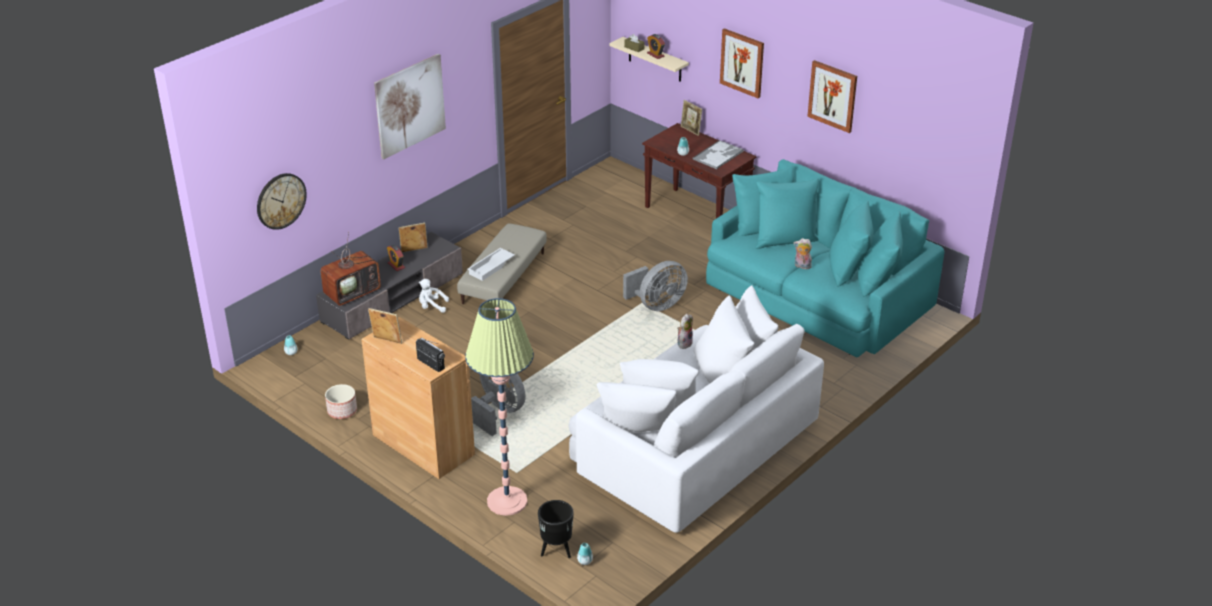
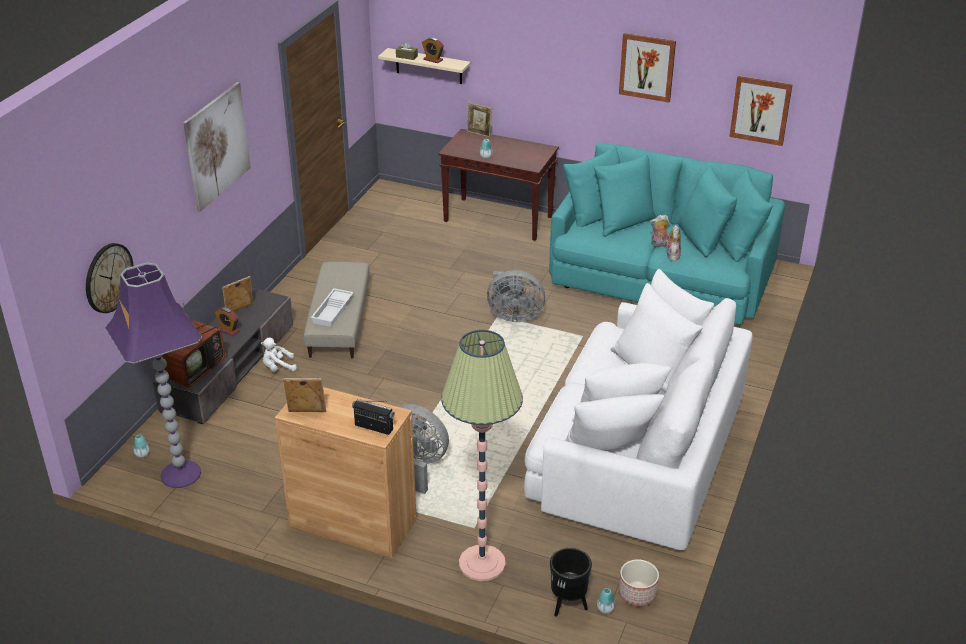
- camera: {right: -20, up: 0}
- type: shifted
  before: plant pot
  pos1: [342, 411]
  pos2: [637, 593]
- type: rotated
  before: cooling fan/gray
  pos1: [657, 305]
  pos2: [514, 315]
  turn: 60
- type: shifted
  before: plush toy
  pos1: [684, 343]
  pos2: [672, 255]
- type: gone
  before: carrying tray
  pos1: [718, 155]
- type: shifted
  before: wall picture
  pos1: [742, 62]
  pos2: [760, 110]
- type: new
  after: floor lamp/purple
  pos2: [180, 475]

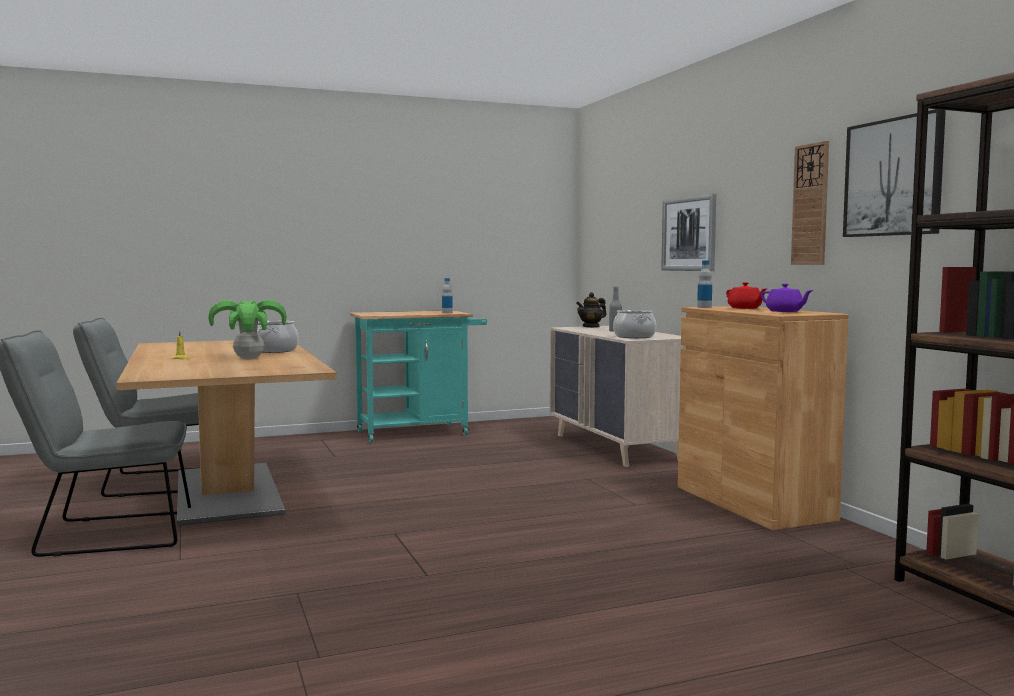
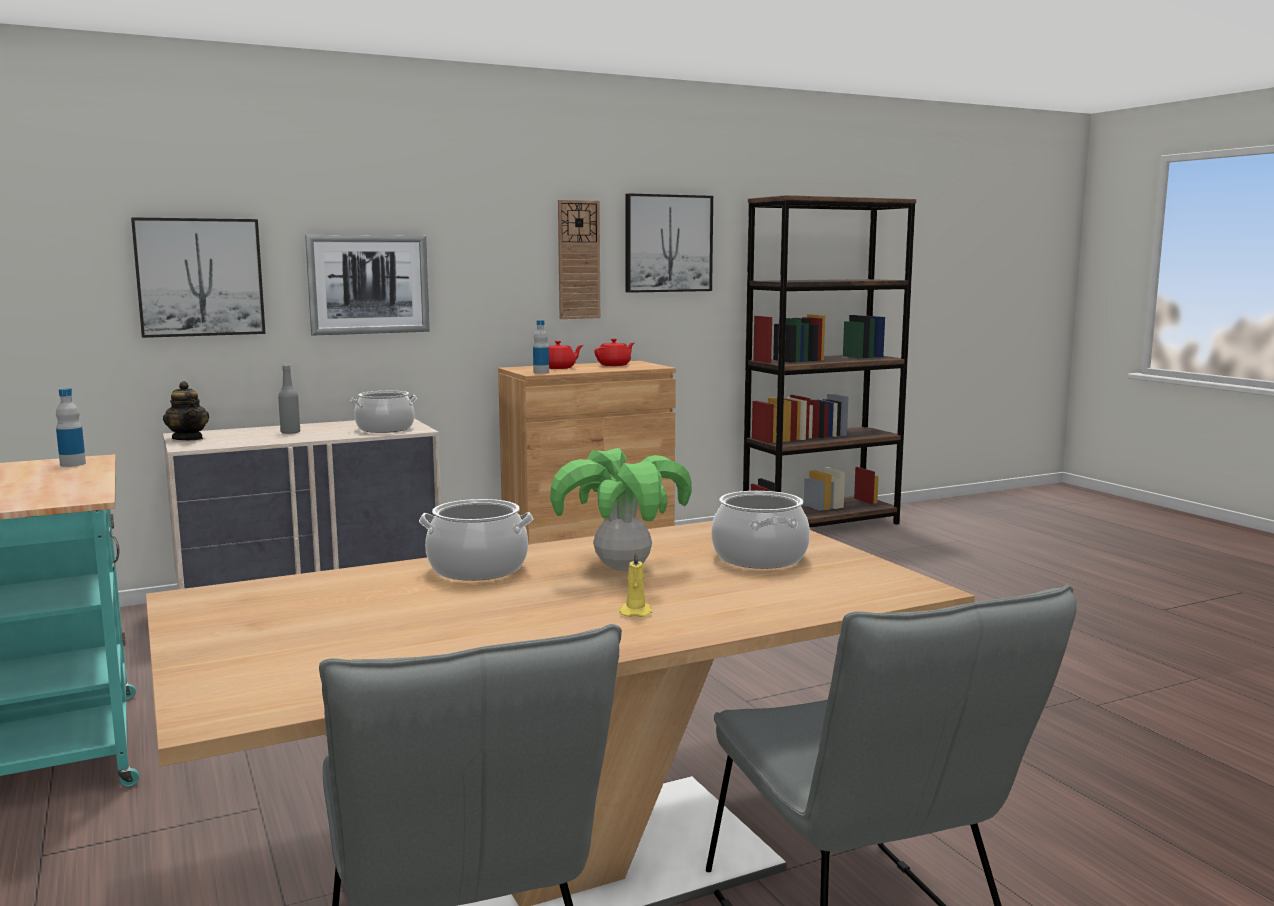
- camera: {right: -95, up: 5}
- type: repainted
  before: tea pot/purple
  after: tea pot/reddish
  pos1: [785, 311]
  pos2: [614, 365]
- type: new
  after: wall picture
  pos2: [200, 277]
- type: new
  after: cooking pot
  pos2: [760, 558]

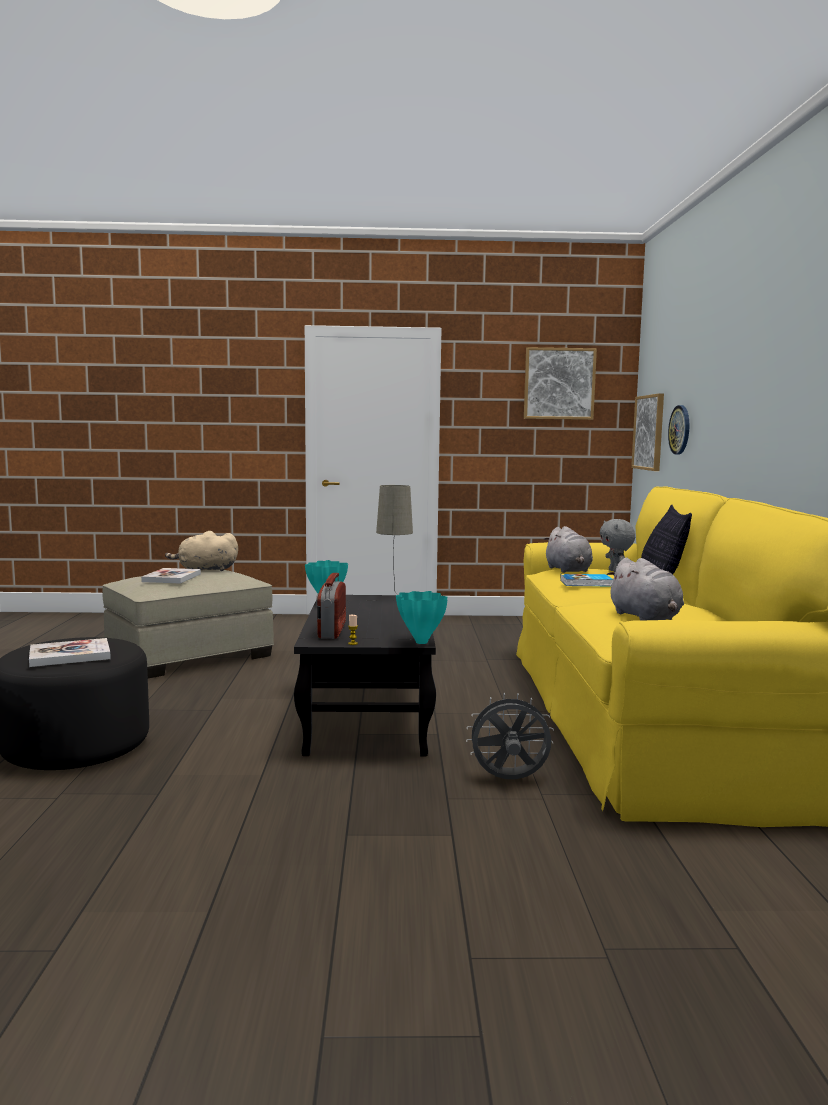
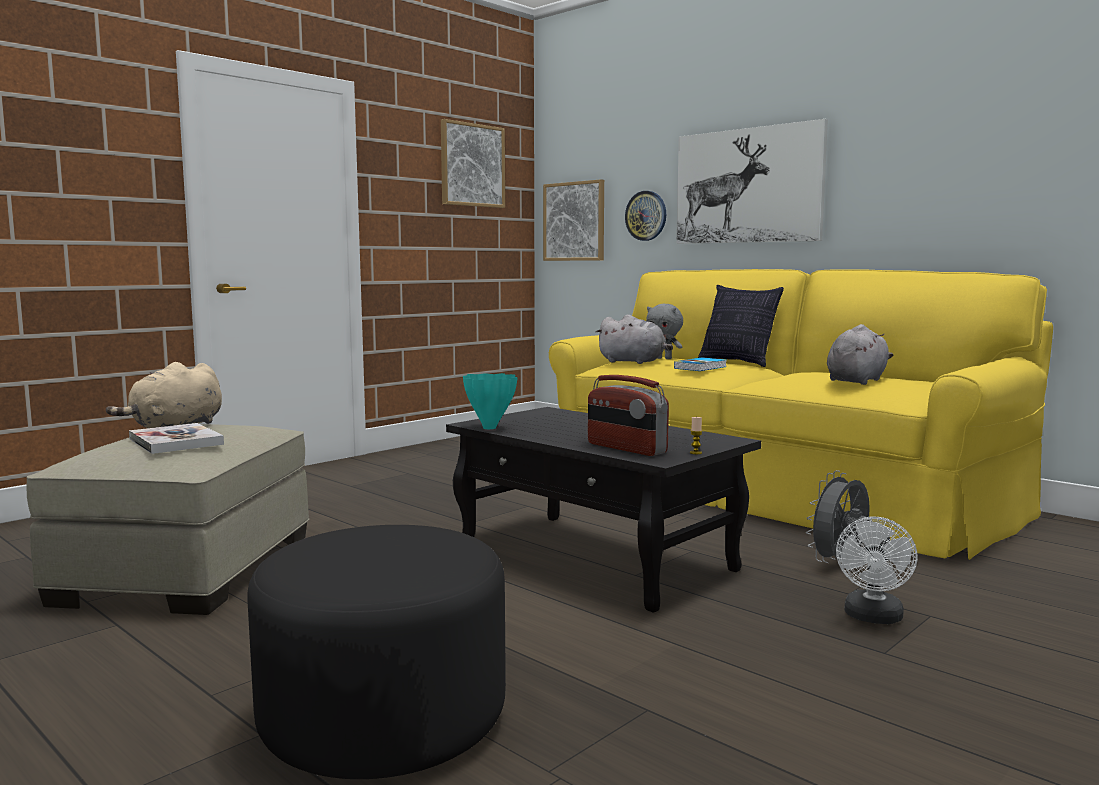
- camera: {right: -45, up: 0}
- type: gone
  before: bound book
  pos1: [70, 655]
- type: gone
  before: lamp for a table/beige-coloured
  pos1: [393, 598]
- type: gone
  before: vase/blue-green
  pos1: [420, 642]
- type: rotated
  before: plush toy/gray
  pos1: [646, 618]
  pos2: [857, 381]
  turn: -75
- type: new
  after: wall picture
  pos2: [748, 186]
- type: new
  after: cooling fan/white
  pos2: [873, 618]

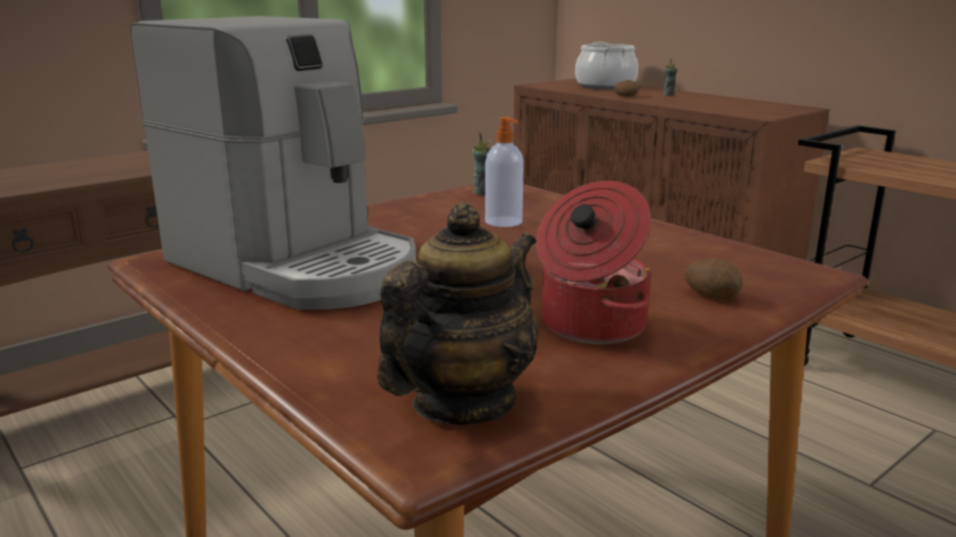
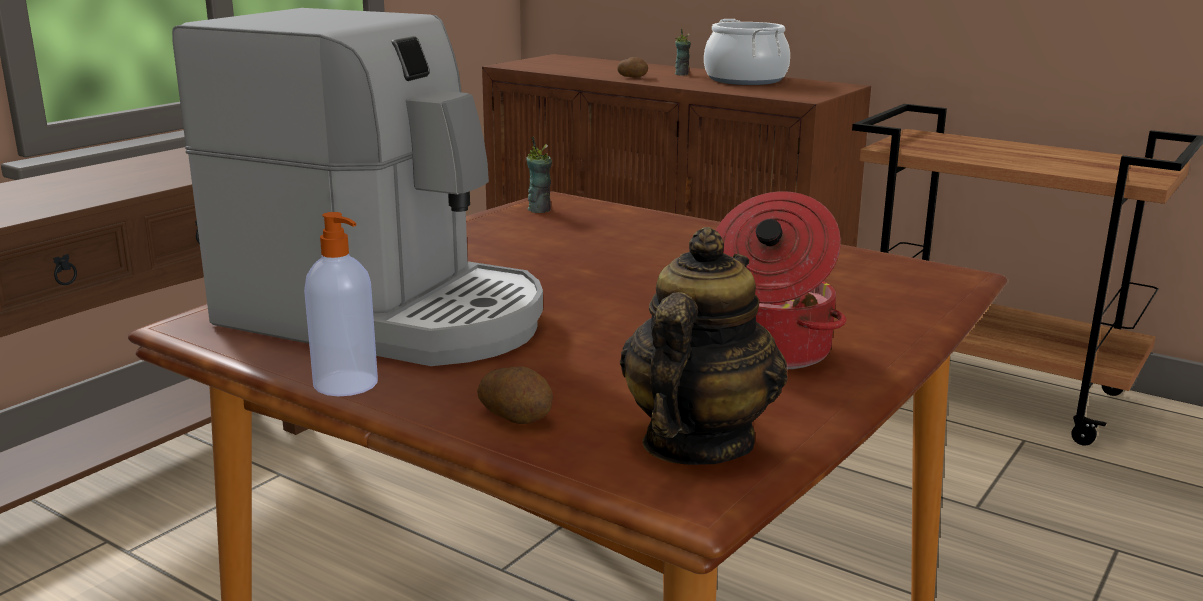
- camera: {right: -15, up: 0}
- type: shifted
  before: soap bottle
  pos1: [504, 222]
  pos2: [347, 384]
- type: shifted
  before: cooking pot
  pos1: [605, 86]
  pos2: [745, 80]
- type: shifted
  before: potato
  pos1: [713, 294]
  pos2: [517, 416]

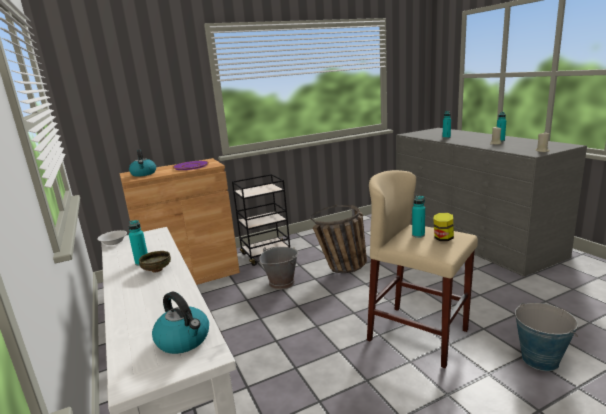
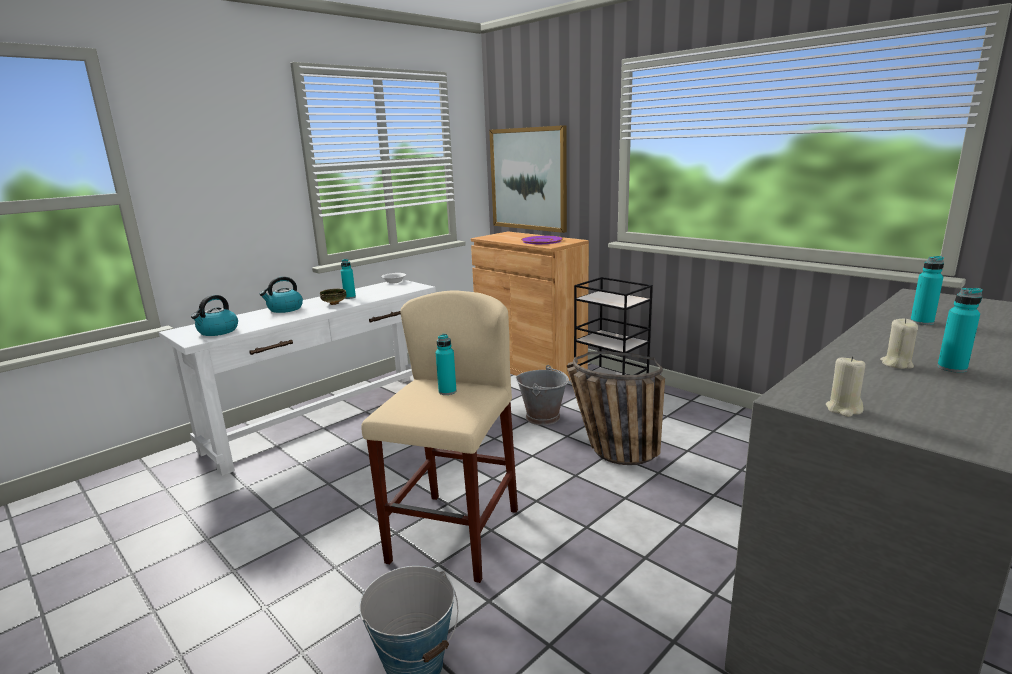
- camera: {right: 70, up: 0}
- type: shifted
  before: water kettle
  pos1: [144, 174]
  pos2: [285, 309]
- type: gone
  before: storage jar
  pos1: [443, 238]
- type: new
  after: wall picture
  pos2: [528, 179]

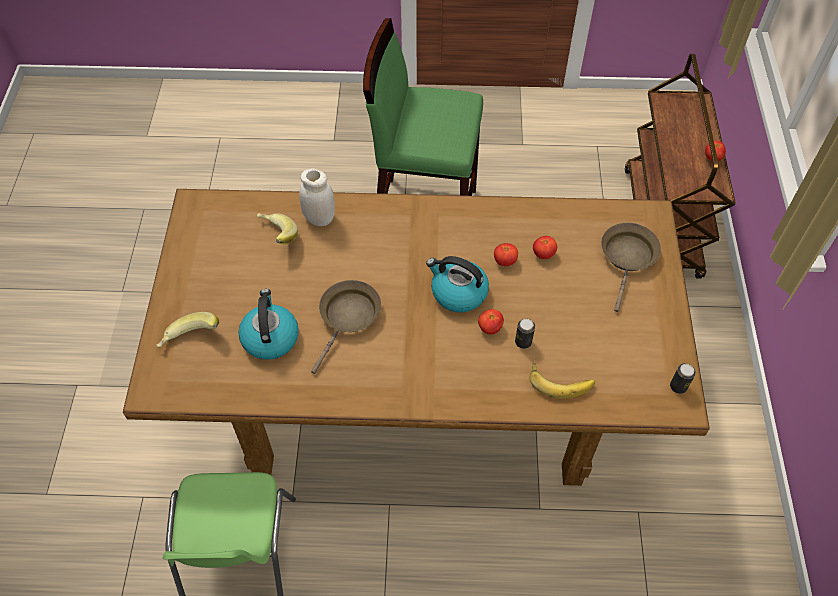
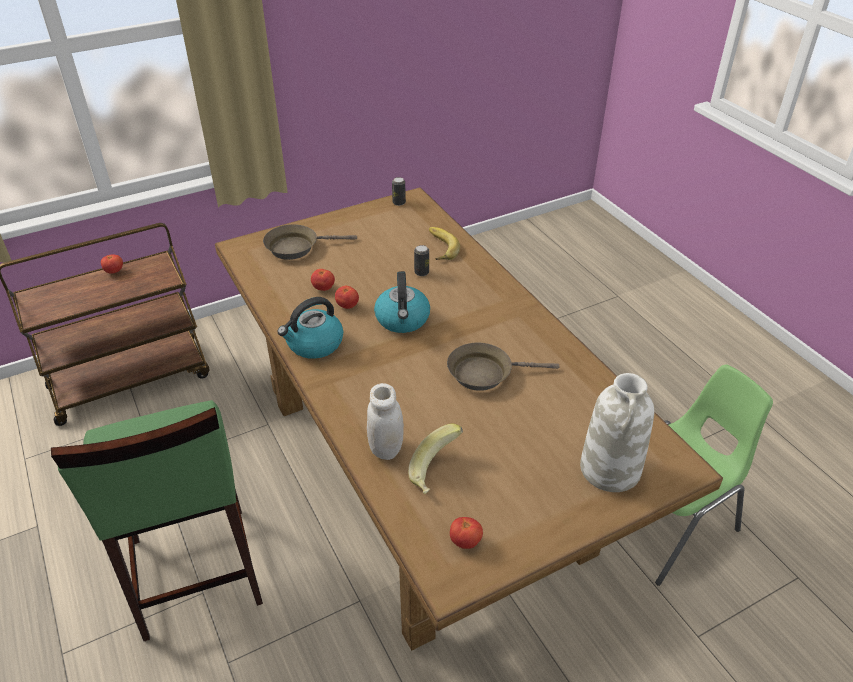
- camera: {right: -120, up: -15}
- type: swapped
  before: whole banana
  after: vase/white
  pos1: [191, 341]
  pos2: [611, 470]
- type: shifted
  before: water kettle
  pos1: [270, 337]
  pos2: [314, 344]
- type: shifted
  before: fresh tomato
  pos1: [490, 328]
  pos2: [465, 541]

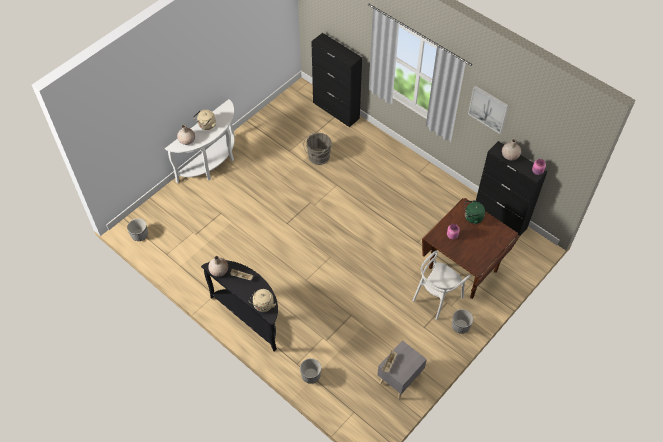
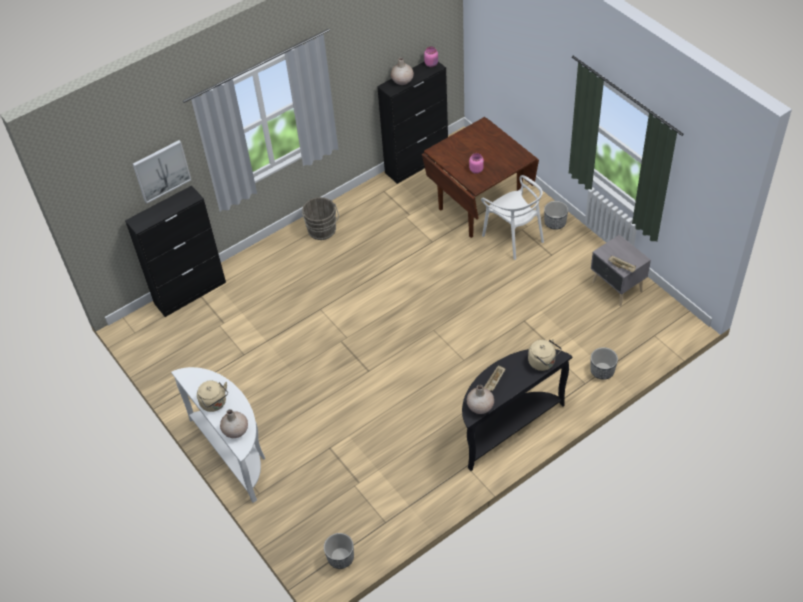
- camera: {right: -75, up: -5}
- type: shifted
  before: bucket/gray
  pos1: [317, 157]
  pos2: [322, 231]
- type: gone
  before: water kettle/green-coloured
  pos1: [472, 217]
- type: shifted
  before: wall picture
  pos1: [488, 109]
  pos2: [161, 171]

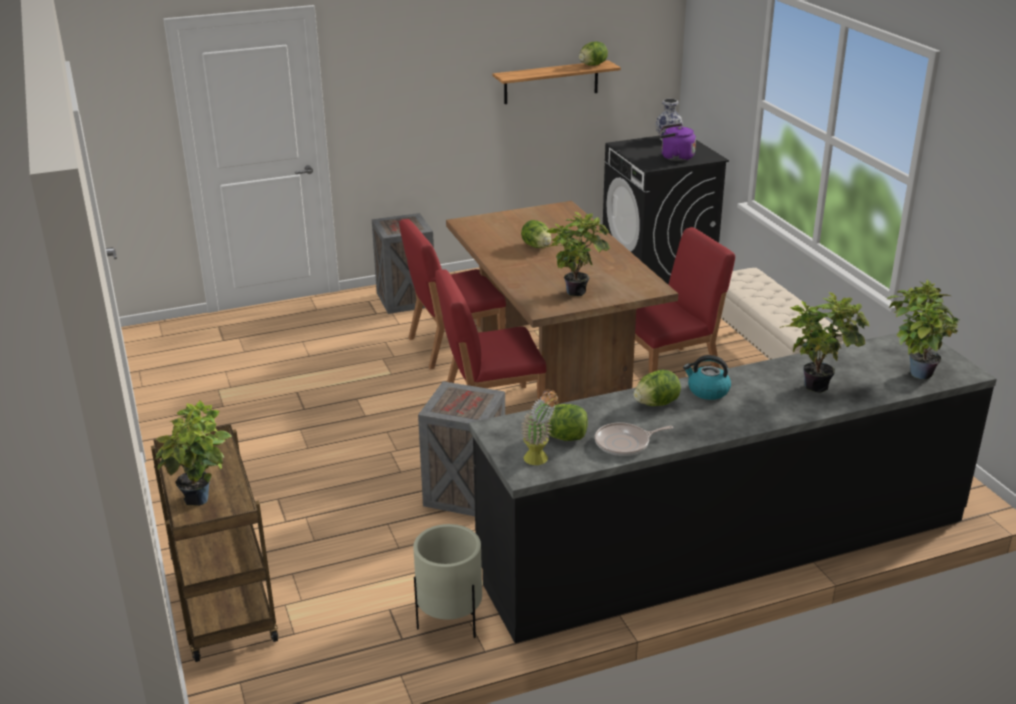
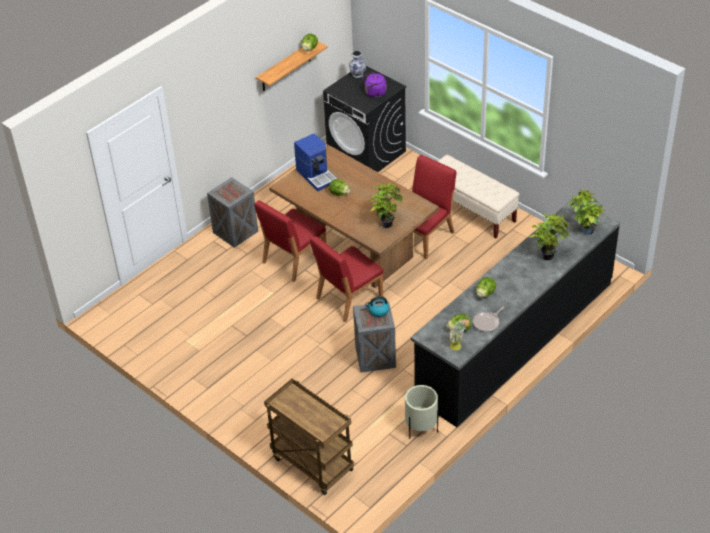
- camera: {right: -25, up: 15}
- type: gone
  before: houseplant
  pos1: [202, 502]
- type: shifted
  before: water kettle
  pos1: [707, 391]
  pos2: [378, 311]
- type: new
  after: coffee machine
  pos2: [317, 175]

